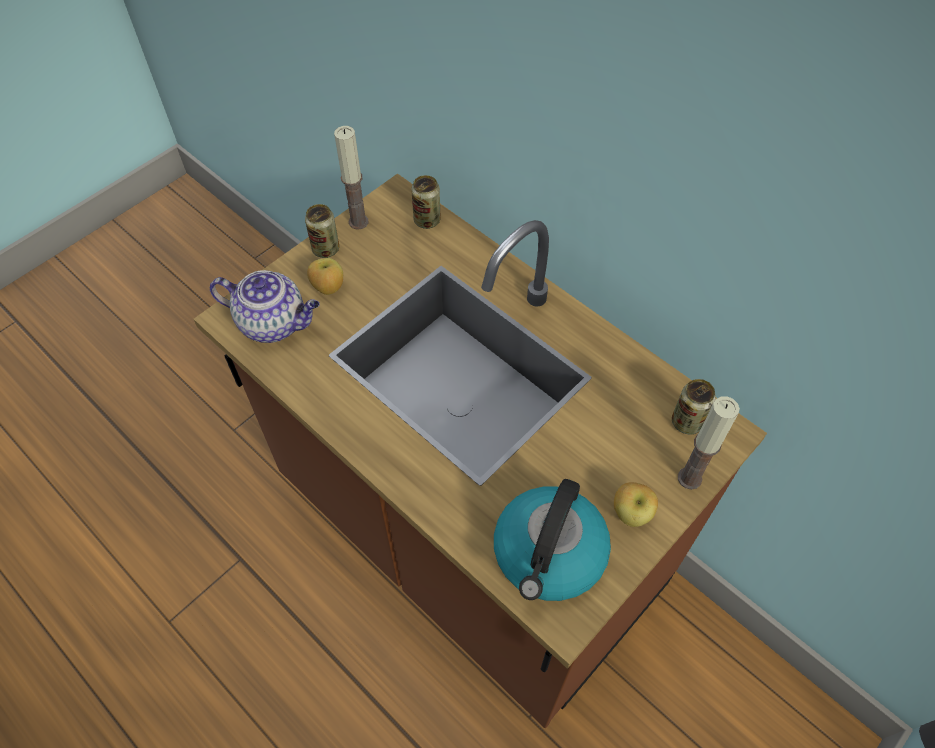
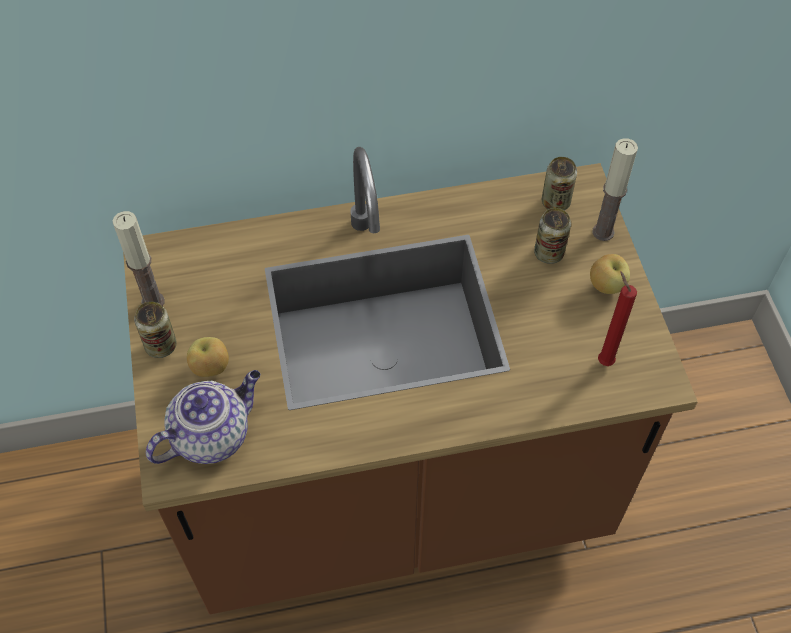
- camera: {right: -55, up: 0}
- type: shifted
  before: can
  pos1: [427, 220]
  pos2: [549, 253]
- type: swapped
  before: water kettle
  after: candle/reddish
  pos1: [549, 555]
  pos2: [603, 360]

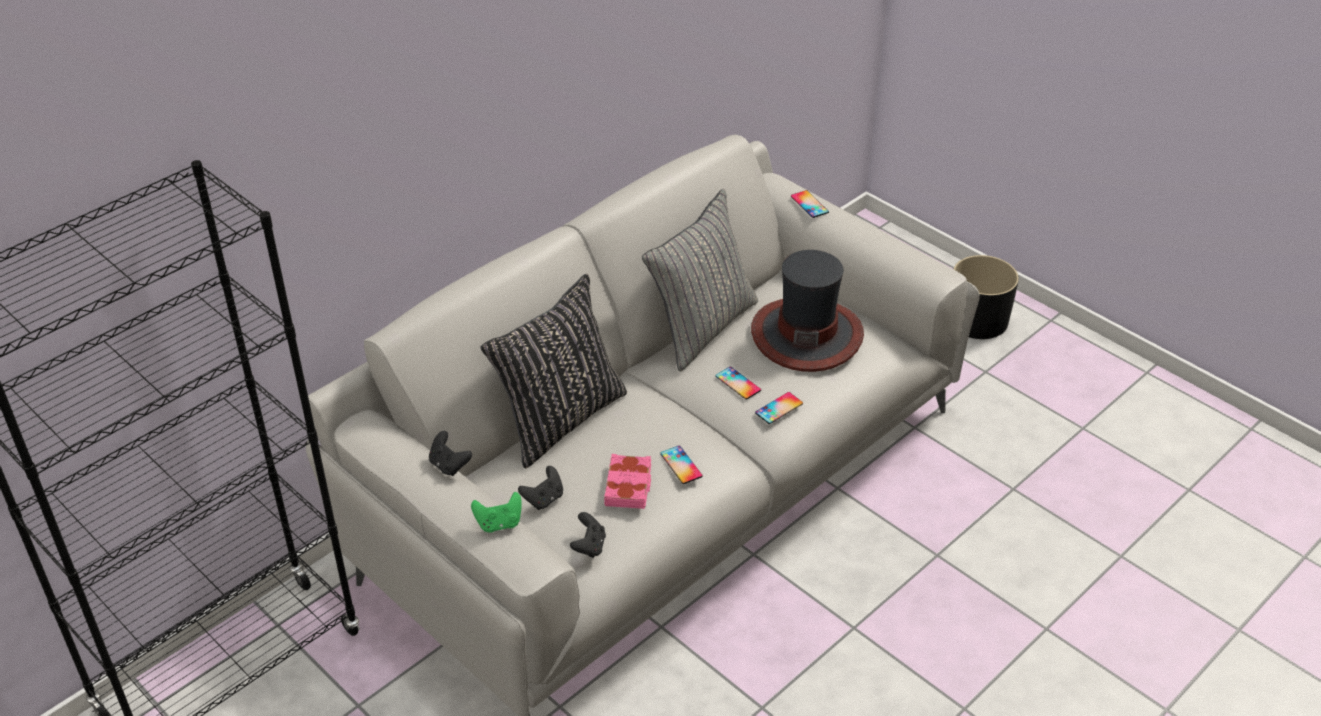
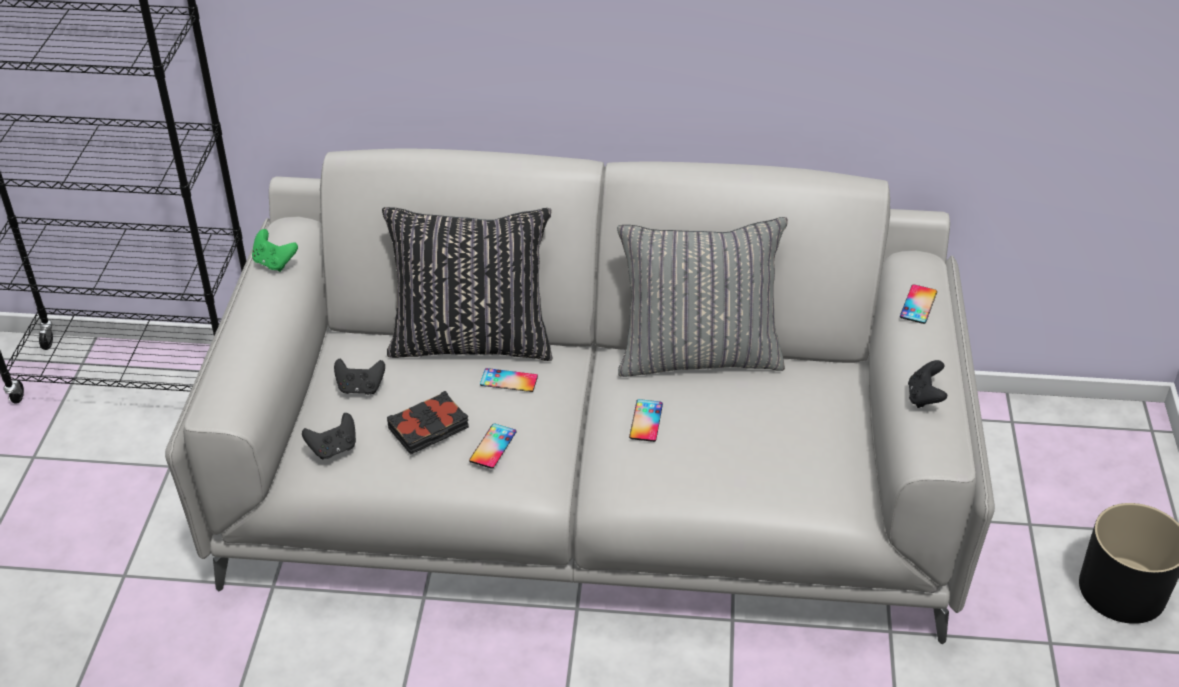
- camera: {right: 50, up: 0}
- type: shifted
  before: game controller/blackish
  pos1: [449, 465]
  pos2: [924, 397]
- type: shifted
  before: game controller/green-coloured
  pos1: [499, 523]
  pos2: [274, 263]
- type: repainted
  before: bound book/pink-coloured
  after: bound book/blackish
  pos1: [629, 486]
  pos2: [429, 429]
- type: gone
  before: clothing hat
  pos1: [806, 334]
- type: shifted
  before: handset
  pos1: [779, 408]
  pos2: [509, 380]

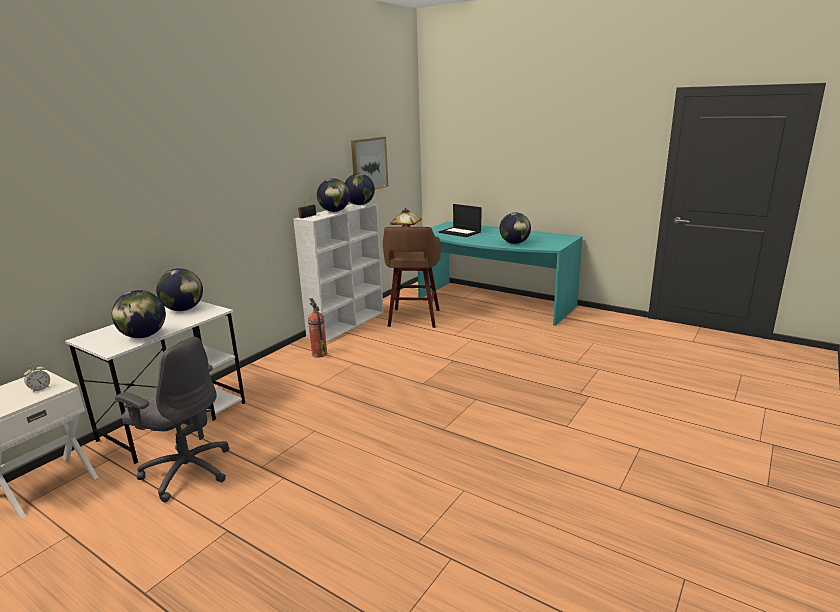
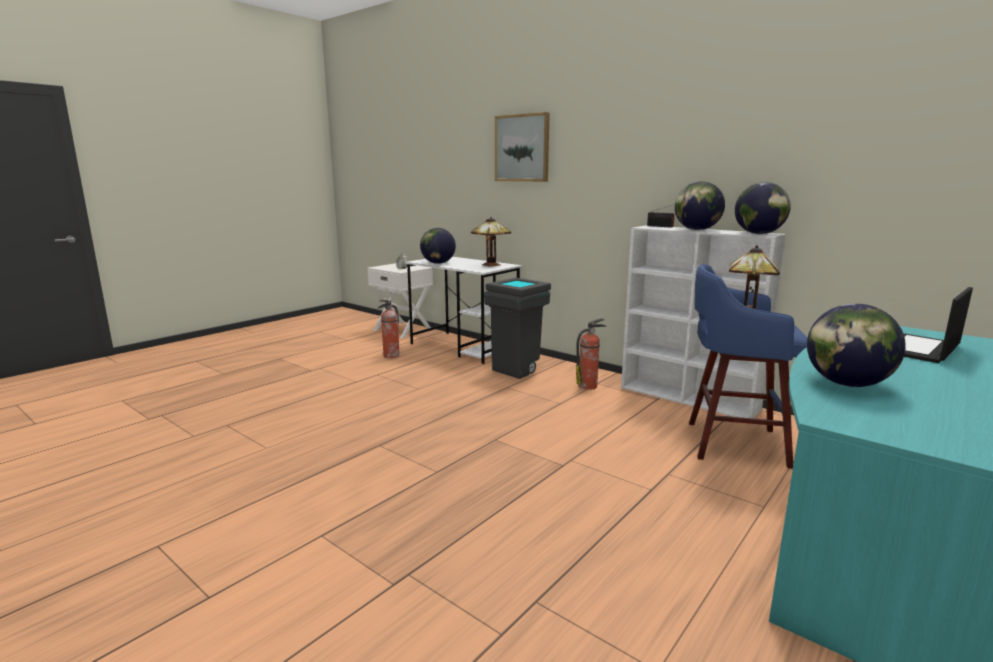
- camera: {right: 95, up: -5}
- type: swapped
  before: office chair/gray
  after: extinguisher
  pos1: [187, 470]
  pos2: [390, 356]
- type: swapped
  before: desk globe
  after: lamp for a table
  pos1: [184, 309]
  pos2: [490, 265]
- type: shifted
  before: wall picture
  pos1: [369, 164]
  pos2: [522, 148]
- type: repainted
  before: sitting stool/brownish
  after: sitting stool/blue-coloured
  pos1: [413, 319]
  pos2: [732, 443]
- type: new
  after: waste bin/gray
  pos2: [518, 370]

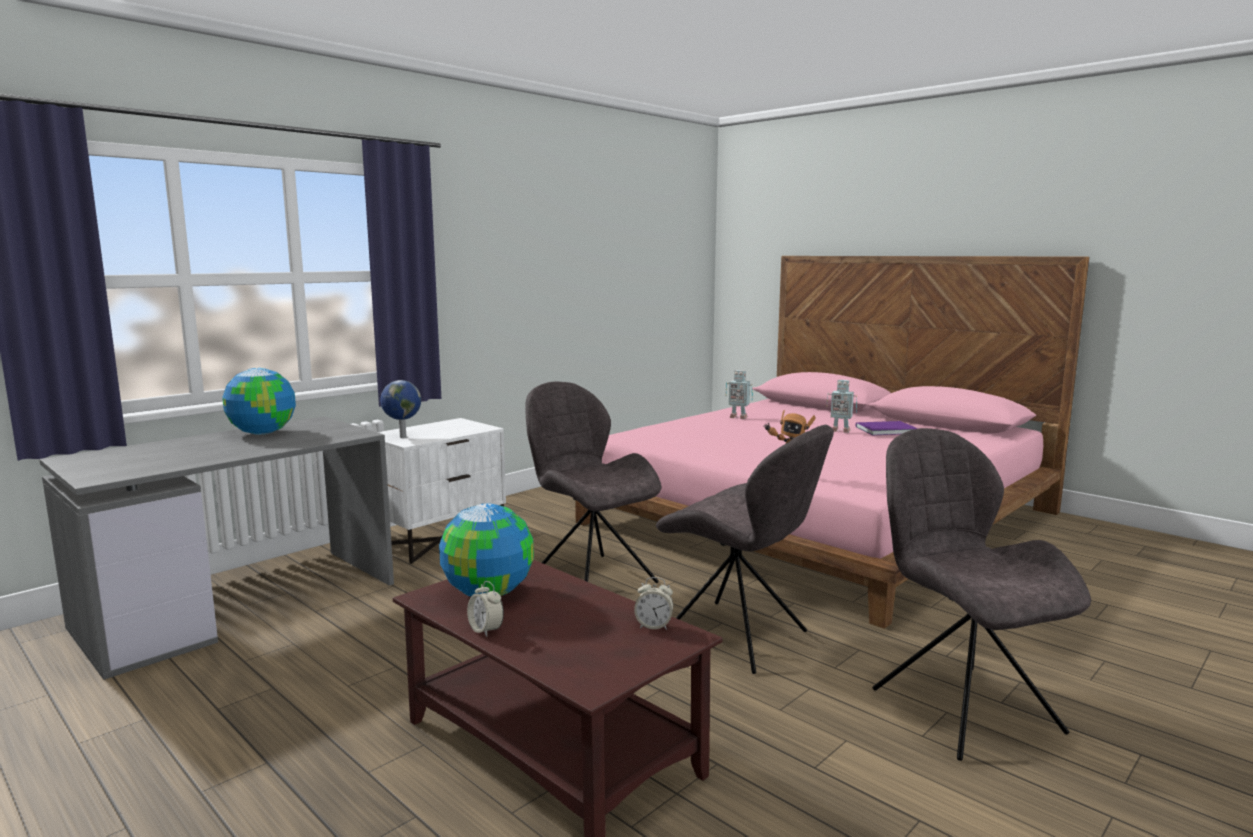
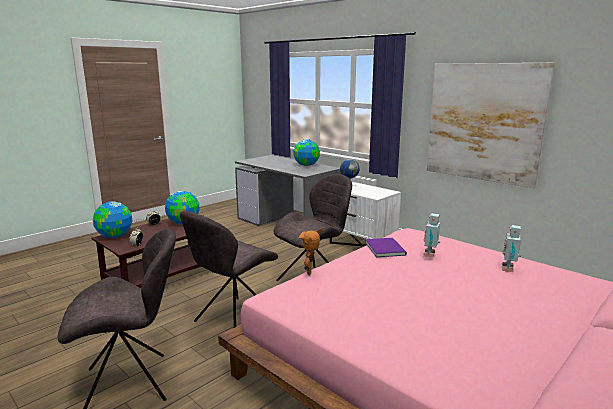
- camera: {right: 90, up: 5}
- type: shifted
  before: robot figure
  pos1: [840, 430]
  pos2: [430, 254]
- type: shifted
  before: bound book/purple
  pos1: [884, 430]
  pos2: [385, 248]
- type: new
  after: desk globe
  pos2: [114, 236]
- type: new
  after: wall picture
  pos2: [483, 122]

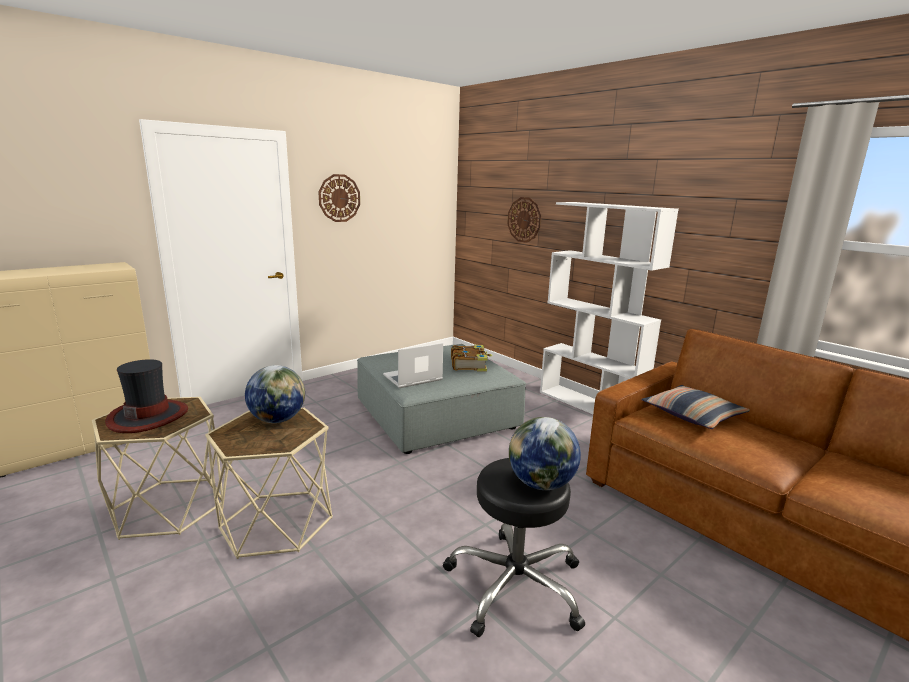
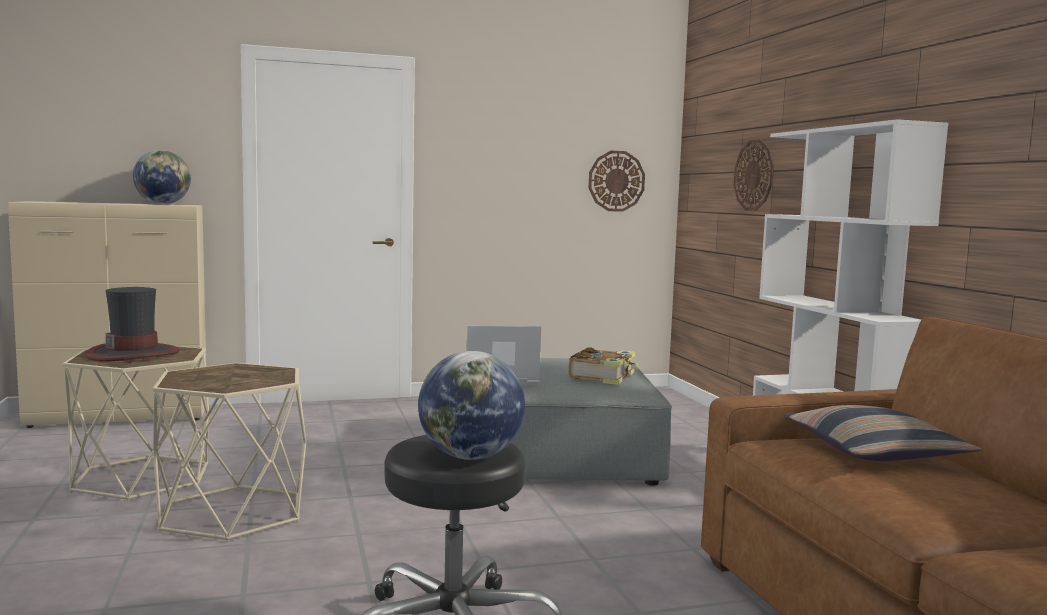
- camera: {right: 25, up: -10}
- type: shifted
  before: desk globe
  pos1: [277, 420]
  pos2: [163, 204]
- type: shifted
  before: clock on the wall
  pos1: [339, 198]
  pos2: [616, 181]

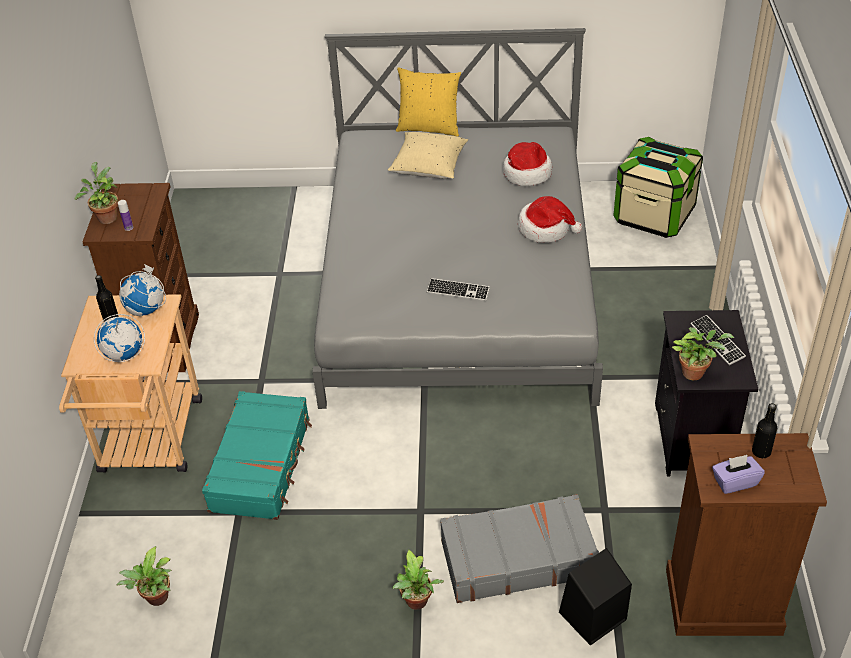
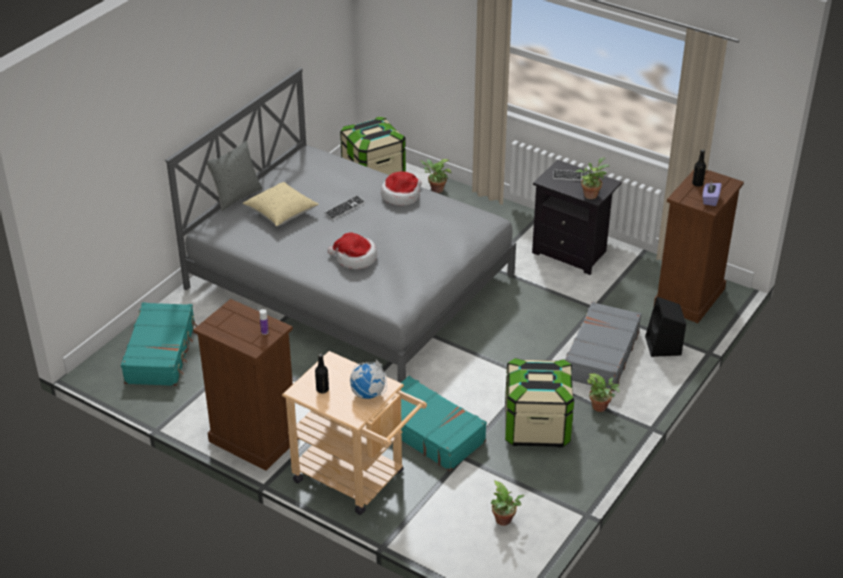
- camera: {right: -60, up: -5}
- type: shifted
  before: houseplant
  pos1: [106, 217]
  pos2: [435, 189]
- type: gone
  before: desk globe
  pos1: [146, 310]
- type: repainted
  before: cushion/yellow
  after: cushion/gray
  pos1: [429, 128]
  pos2: [236, 196]
- type: shifted
  before: keyboard
  pos1: [458, 291]
  pos2: [344, 208]
- type: shifted
  before: clothing hat
  pos1: [526, 173]
  pos2: [355, 258]
- type: new
  after: piece of luggage/blue-green
  pos2: [161, 353]
- type: new
  after: storage container
  pos2: [537, 427]

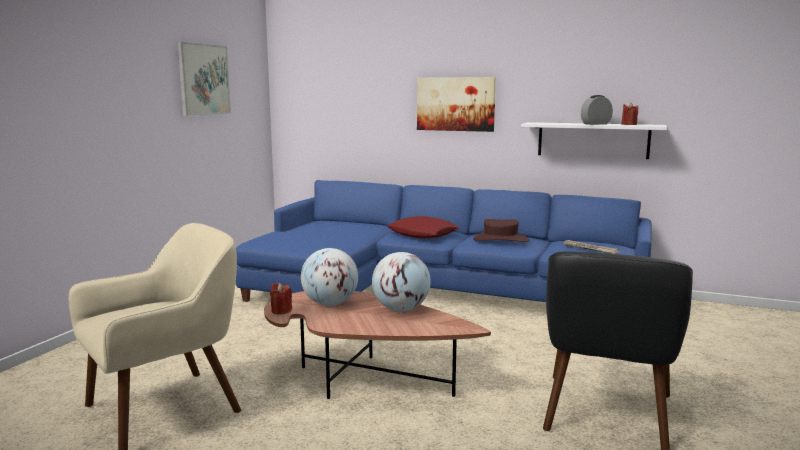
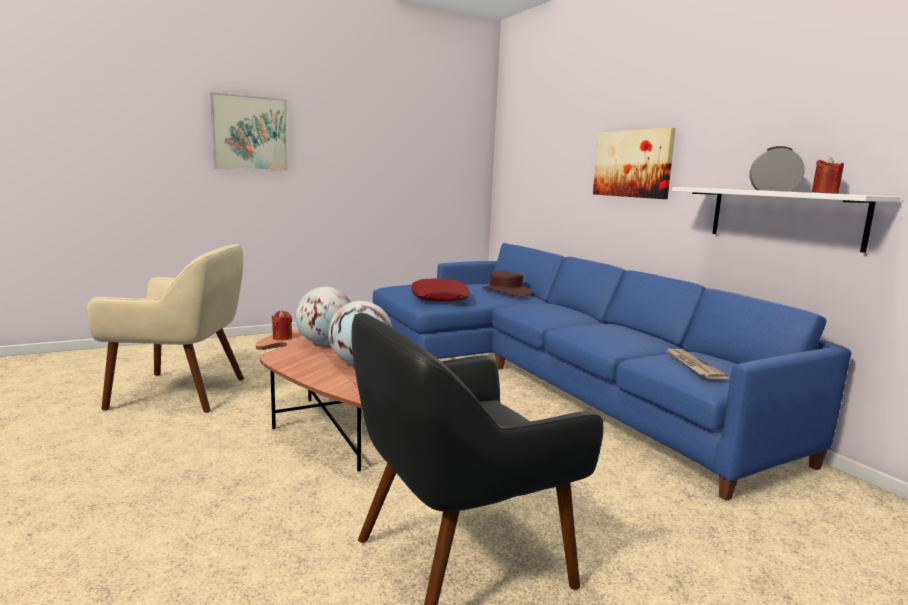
- camera: {right: 40, up: 0}
- type: shifted
  before: wall picture
  pos1: [204, 79]
  pos2: [250, 133]
- type: shifted
  before: cushion/reddish
  pos1: [423, 234]
  pos2: [439, 297]
- type: shifted
  before: clothing hat/brownish
  pos1: [500, 239]
  pos2: [505, 291]

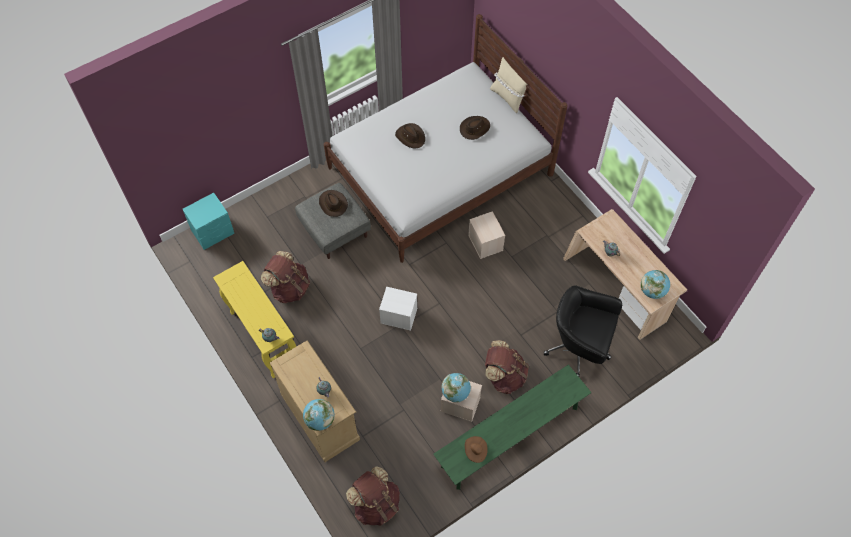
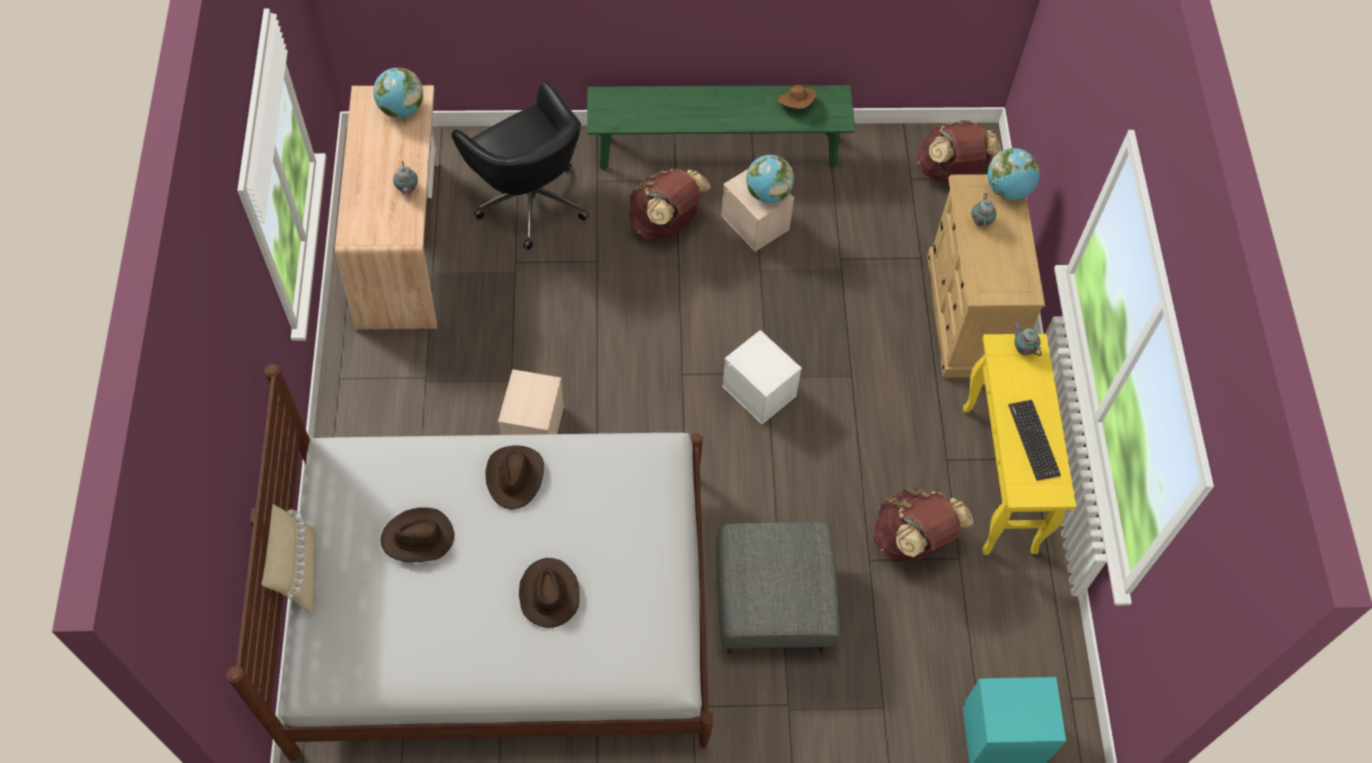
- camera: {right: -150, up: 0}
- type: shifted
  before: clothing hat/brownish
  pos1: [332, 204]
  pos2: [515, 477]
- type: new
  after: keyboard
  pos2: [1033, 440]

